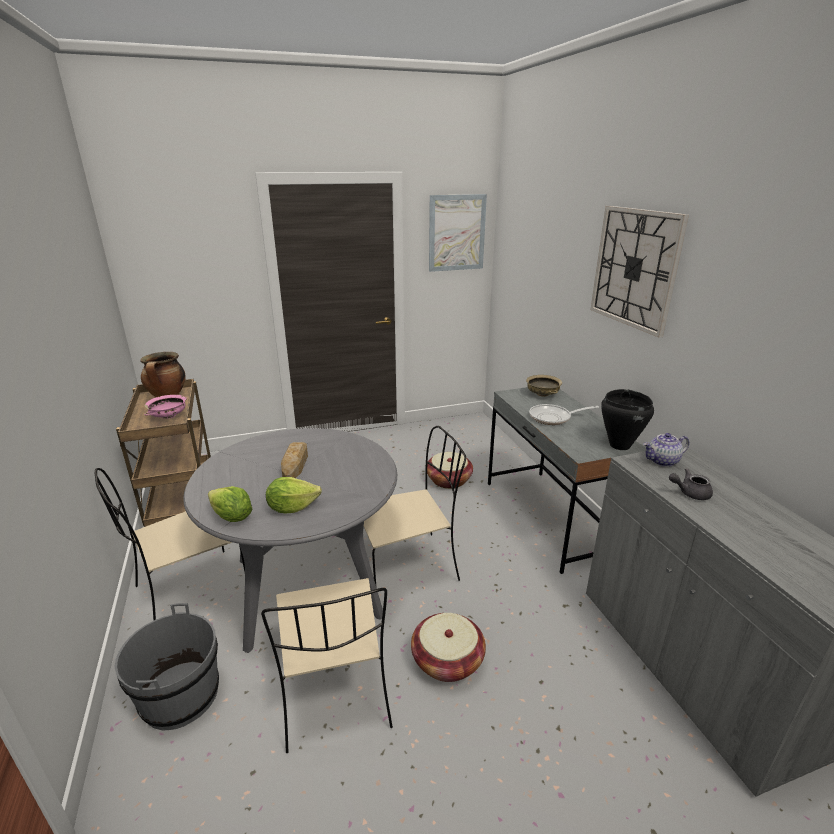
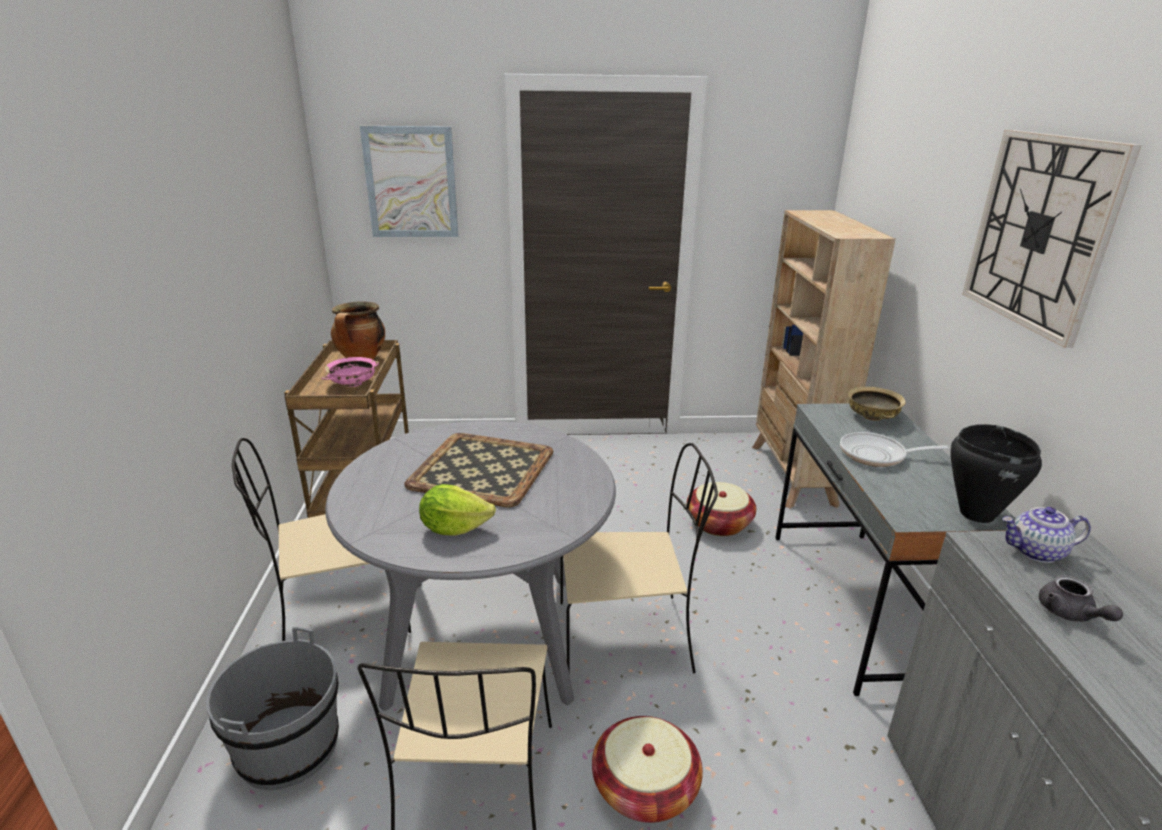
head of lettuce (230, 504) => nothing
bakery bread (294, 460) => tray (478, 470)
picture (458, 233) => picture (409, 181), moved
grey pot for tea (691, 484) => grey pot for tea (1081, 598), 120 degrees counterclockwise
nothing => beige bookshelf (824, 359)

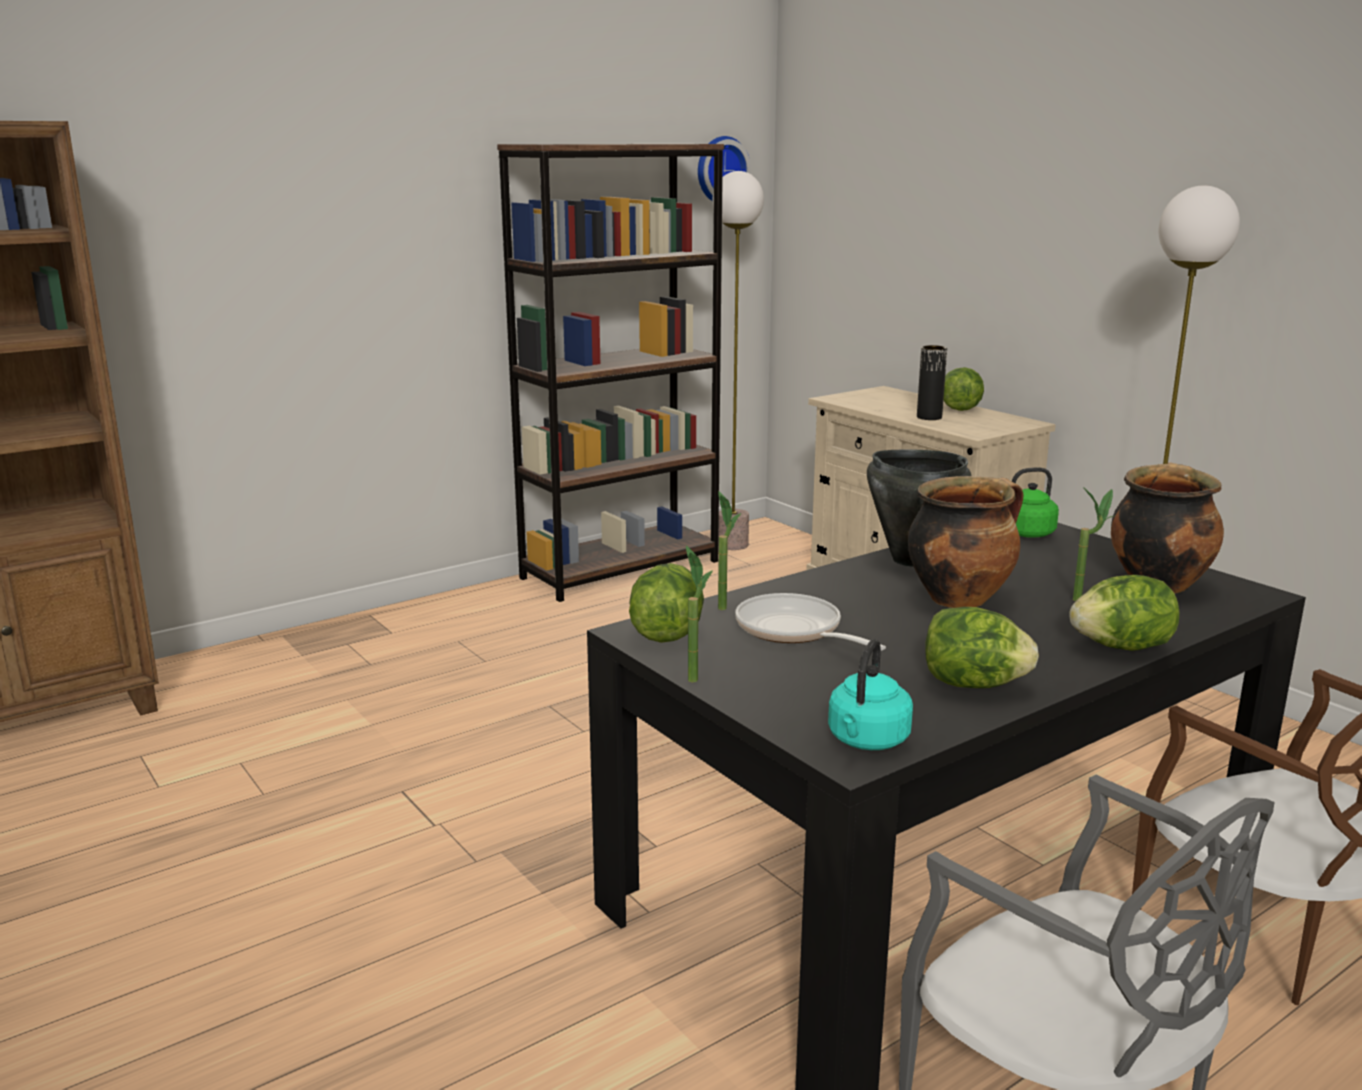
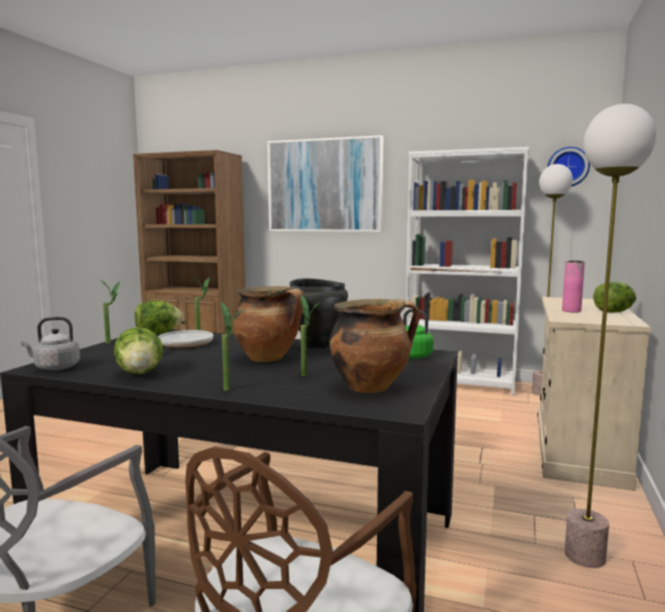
brownish bookshelf (610, 373) => whitish bookshelf (467, 271)
blue-green kettle (870, 694) => grey kettle (50, 344)
black flower vase (932, 382) => pink-coloured flower vase (573, 286)
head of lettuce (1124, 613) => plant in a pot (232, 346)
nothing => picture (325, 183)

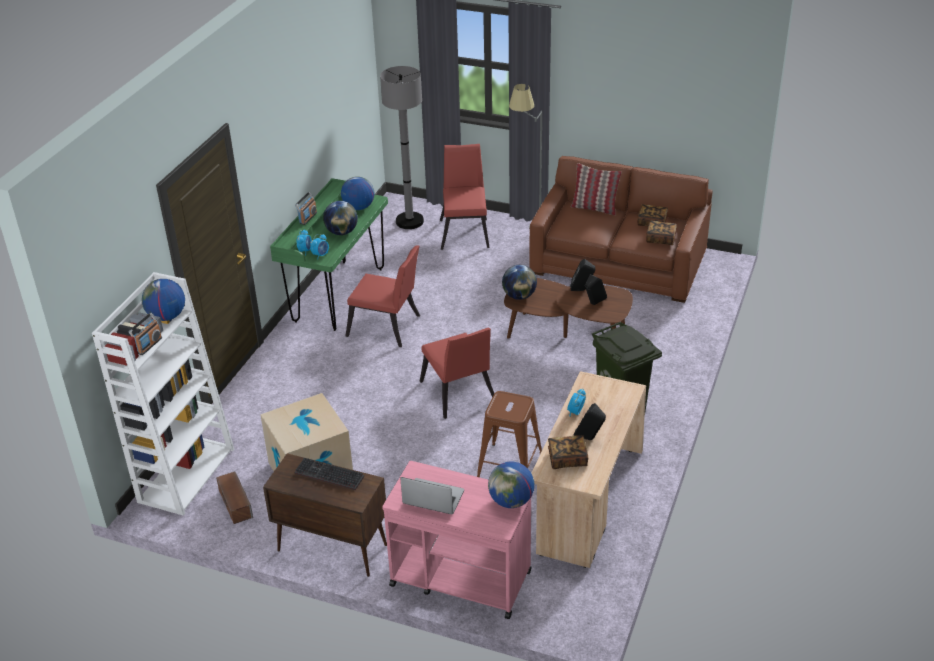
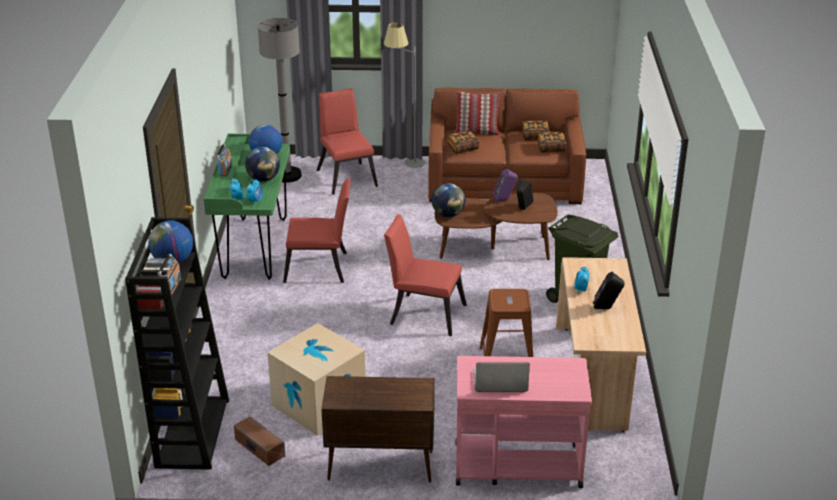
whitish bookshelf (163, 394) => black bookshelf (177, 343)
keyboard (329, 474) => nothing
red-coloured upright chair (457, 373) => red-coloured upright chair (425, 275), 150 degrees clockwise
globe (511, 485) => nothing
book (568, 452) => book (463, 142), moved
black audio speaker (582, 275) => purple-coloured audio speaker (505, 185)

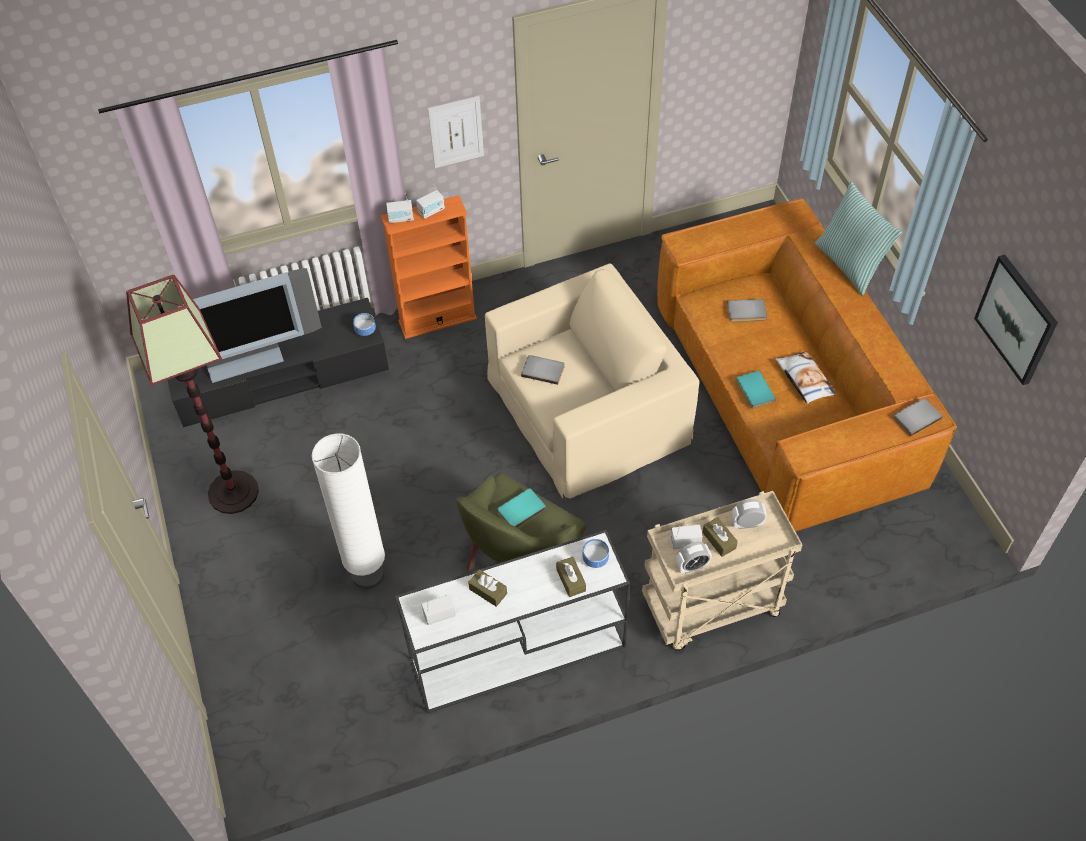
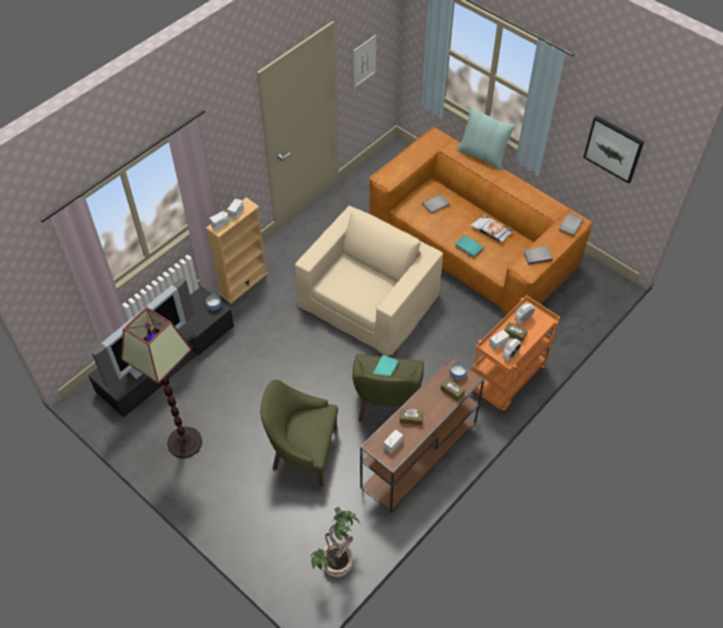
whitish standing lamp (348, 511) => green armchair (299, 433)
orange bookshelf (429, 267) => beige bookshelf (237, 250)
whitish console table (512, 622) => brownish console table (422, 434)
picture (456, 132) => picture (365, 62), moved
grey book (542, 370) => grey book (538, 255), moved
beige wheeled cart (722, 570) => orange wheeled cart (516, 353)
nothing => plant in a pot (336, 542)

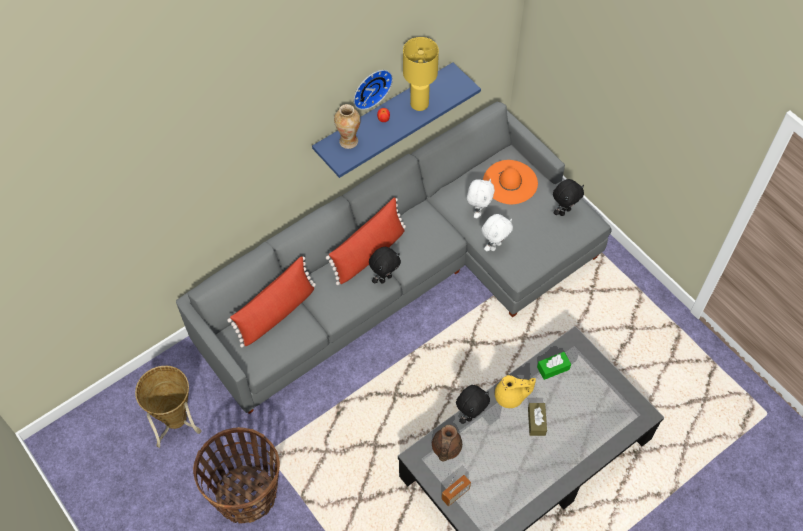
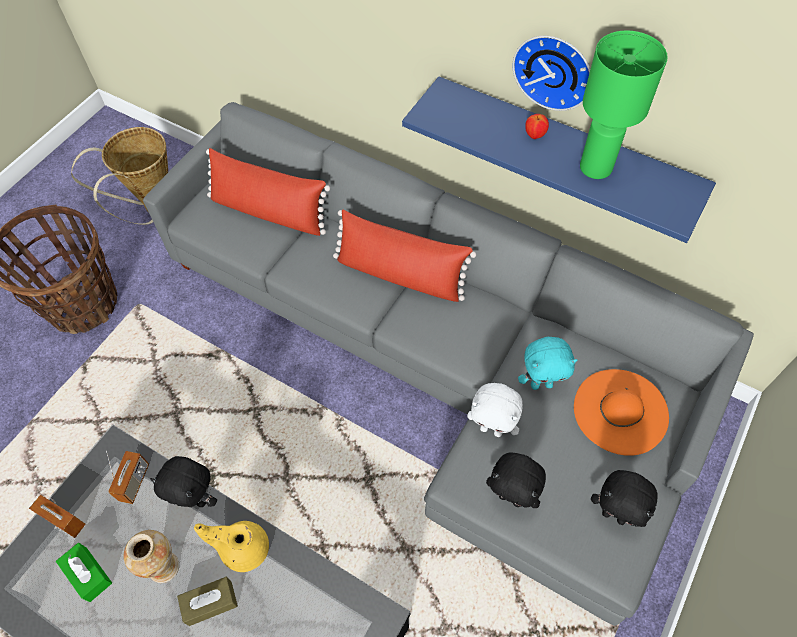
flower vase (347, 126) => flower vase (151, 556), moved
black cuddly toy (385, 265) => black cuddly toy (516, 480), moved
yellowish tabletop lamp (421, 74) => green tabletop lamp (624, 104)
brownish pot for tea (447, 443) => radio receiver (127, 477)
whitish cuddly toy (481, 198) => blue-green cuddly toy (547, 363)
yellowish pot for tea (515, 391) => yellowish pot for tea (231, 546), 120 degrees clockwise
green box of tissues (554, 366) => green box of tissues (84, 572), moved

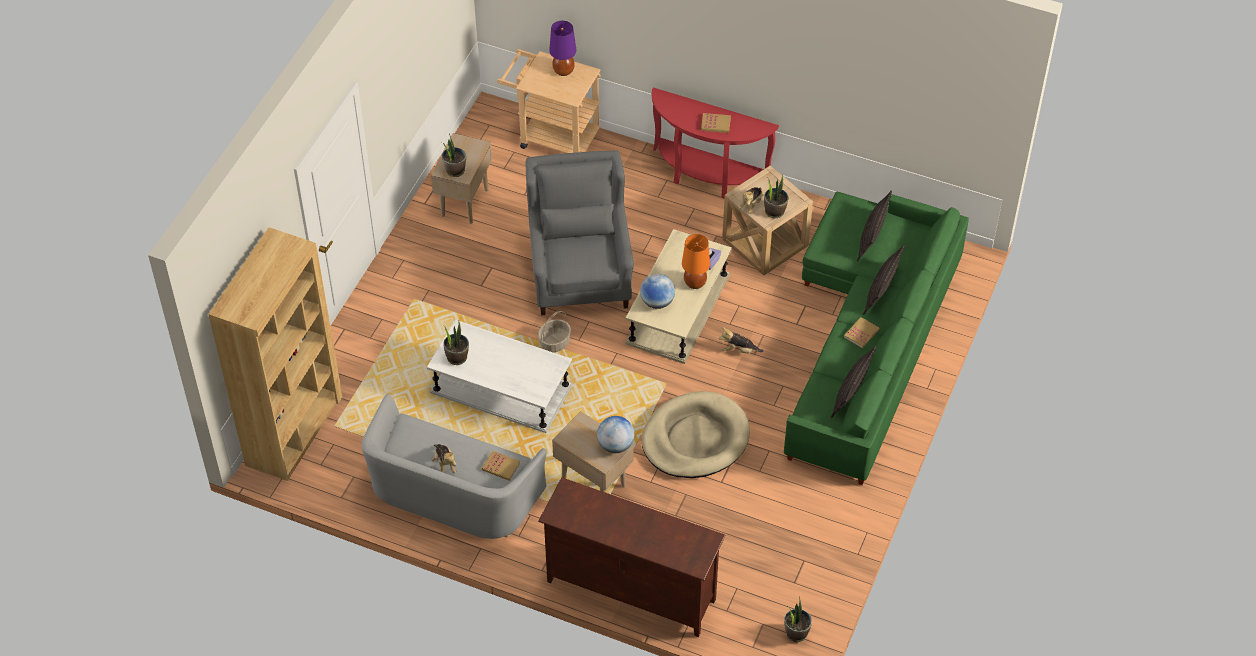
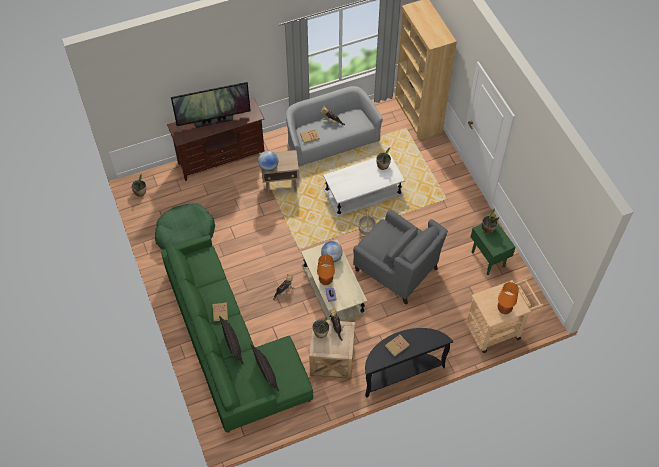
beige side table (461, 178) => green side table (493, 249)
purple-coloured tabletop lamp (562, 48) => orange tabletop lamp (508, 298)
beige pet bed (696, 434) => nothing
red-coloured console table (715, 143) => black console table (409, 363)
cushion (853, 382) => nothing
nothing => green pet bed (185, 226)
nothing => TV (211, 105)

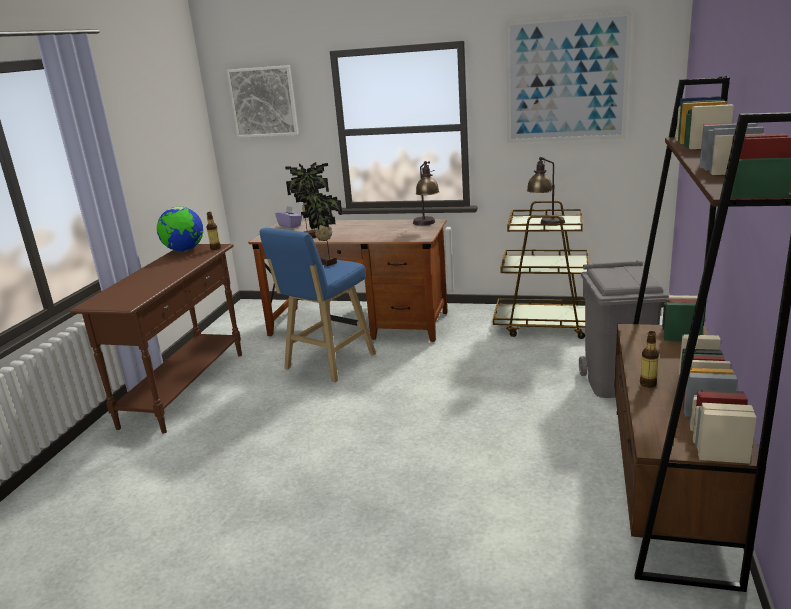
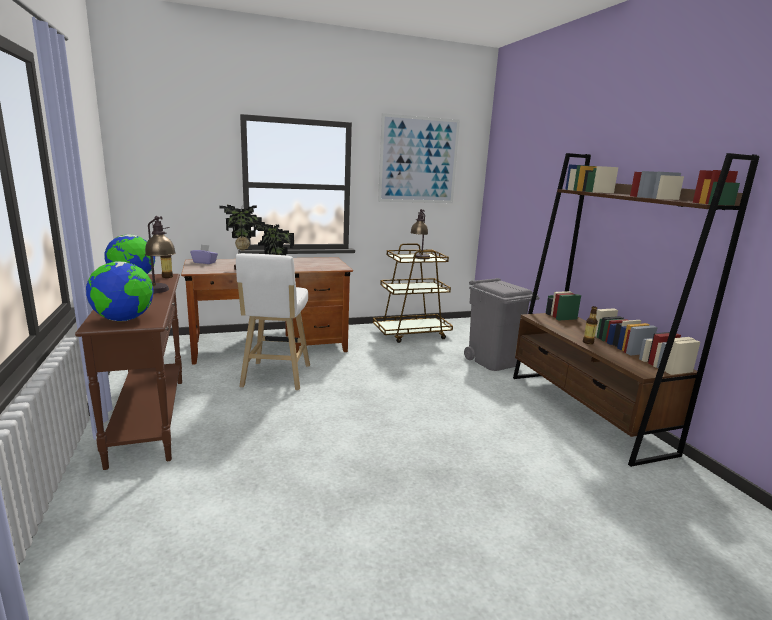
picture (262, 101) => nothing
bluish sitting stool (318, 305) => whitish sitting stool (273, 321)
tabletop lamp (426, 193) => tabletop lamp (160, 254), moved
nothing => globe (120, 291)

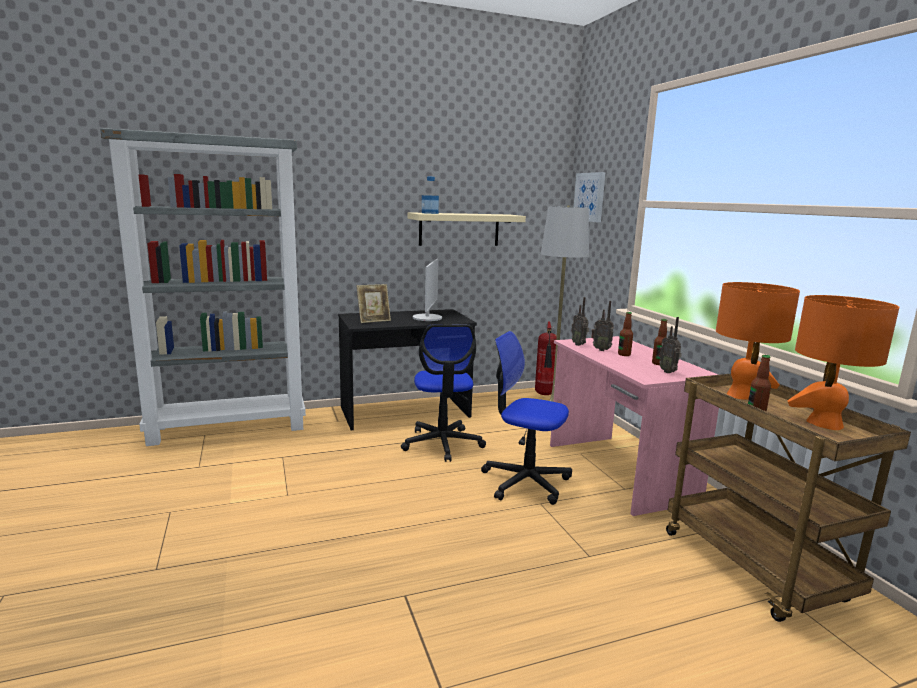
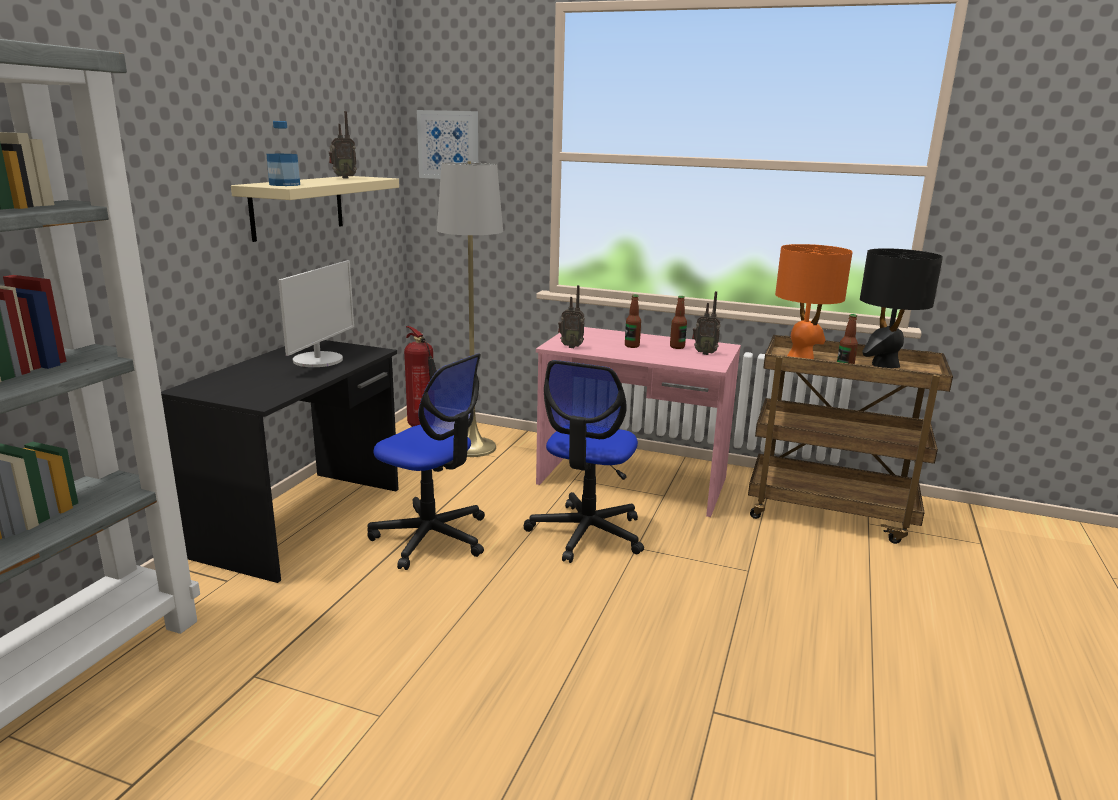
picture frame (374, 303) => nothing
monitor (427, 290) => monitor (316, 313), 60 degrees clockwise
desk chair (526, 418) => desk chair (583, 461), 45 degrees counterclockwise
radio receiver (602, 326) => radio receiver (343, 145), moved
orange tabletop lamp (843, 362) => black tabletop lamp (901, 308)

